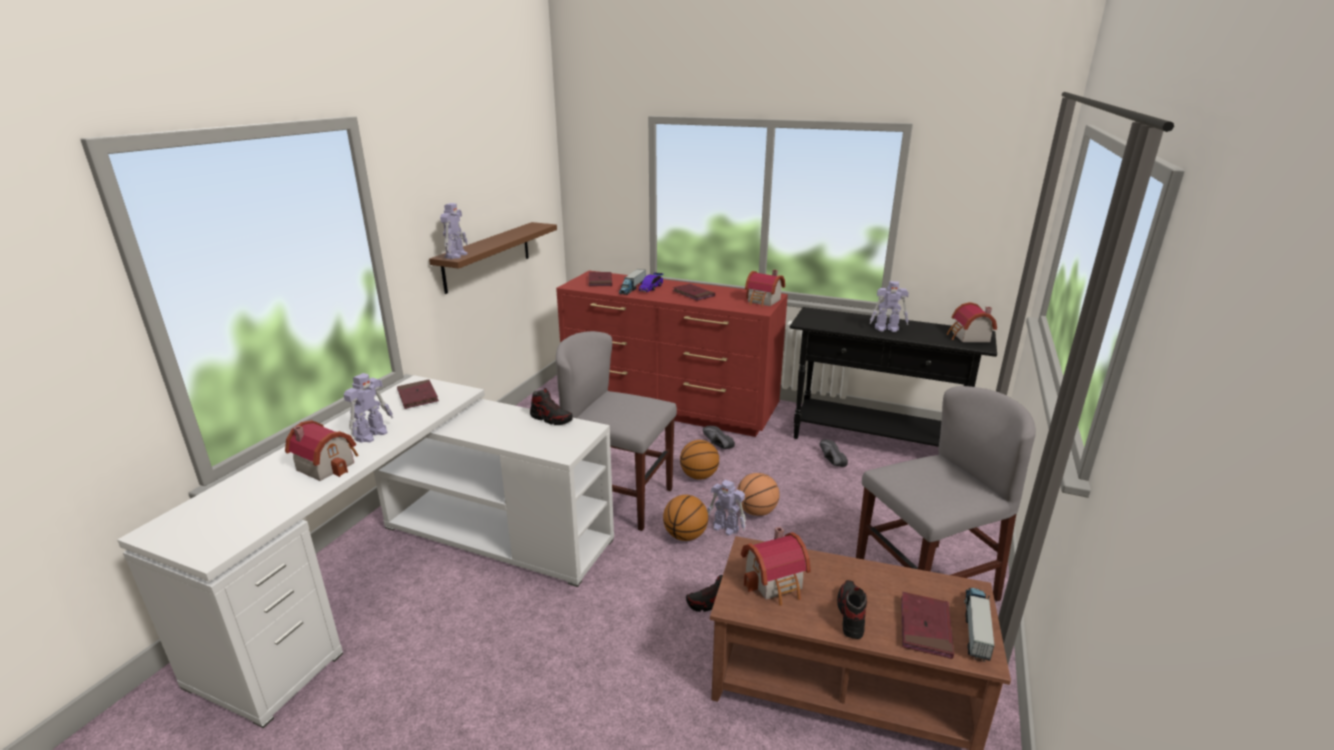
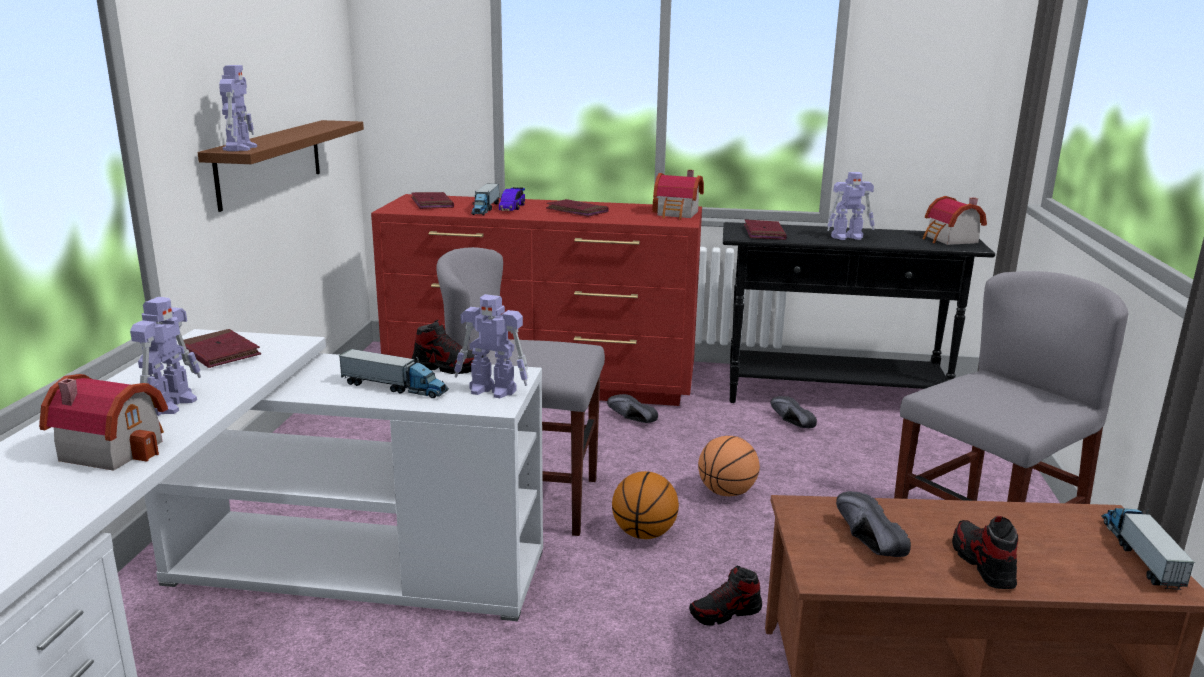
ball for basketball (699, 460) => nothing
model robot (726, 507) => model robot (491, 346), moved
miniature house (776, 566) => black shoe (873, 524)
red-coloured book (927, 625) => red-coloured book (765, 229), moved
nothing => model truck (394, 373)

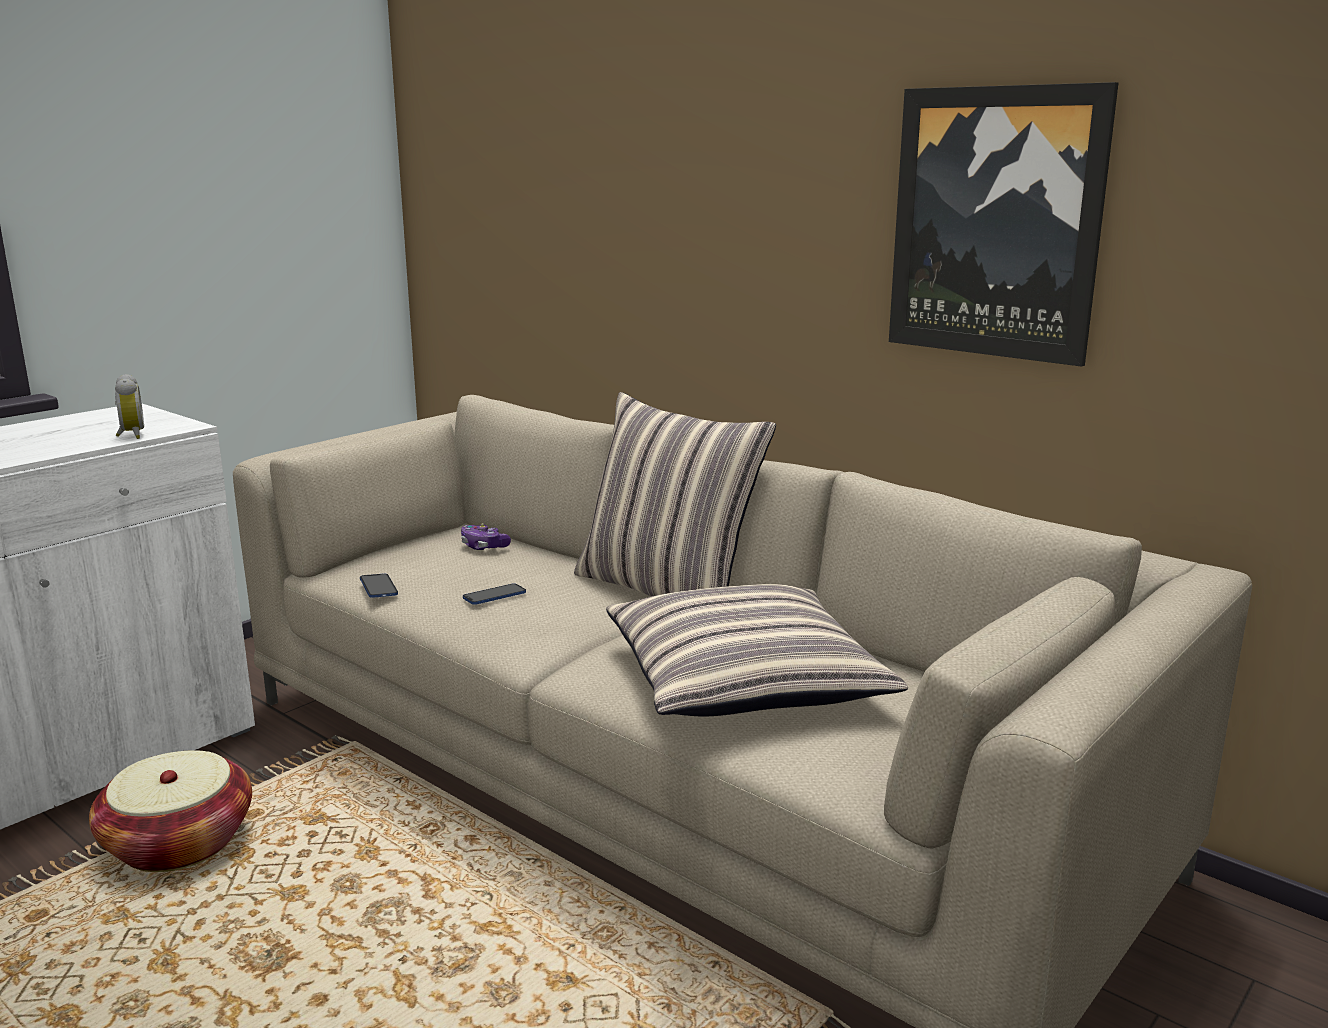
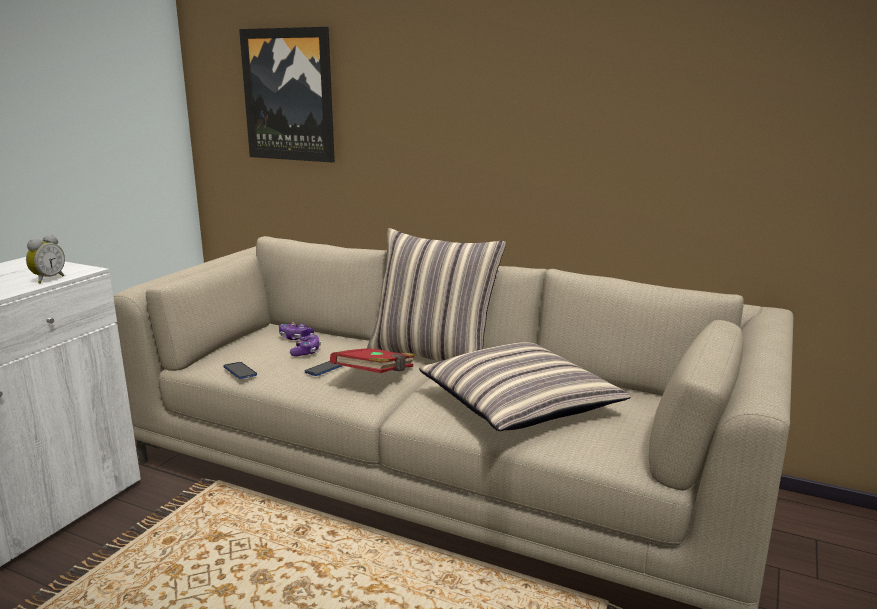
basket (170, 811) => nothing
bedside clock (129, 406) => bedside clock (45, 259), 60 degrees clockwise
picture (1003, 224) => picture (287, 95), moved
nothing => gamepad (305, 345)
nothing => red-coloured book (373, 360)

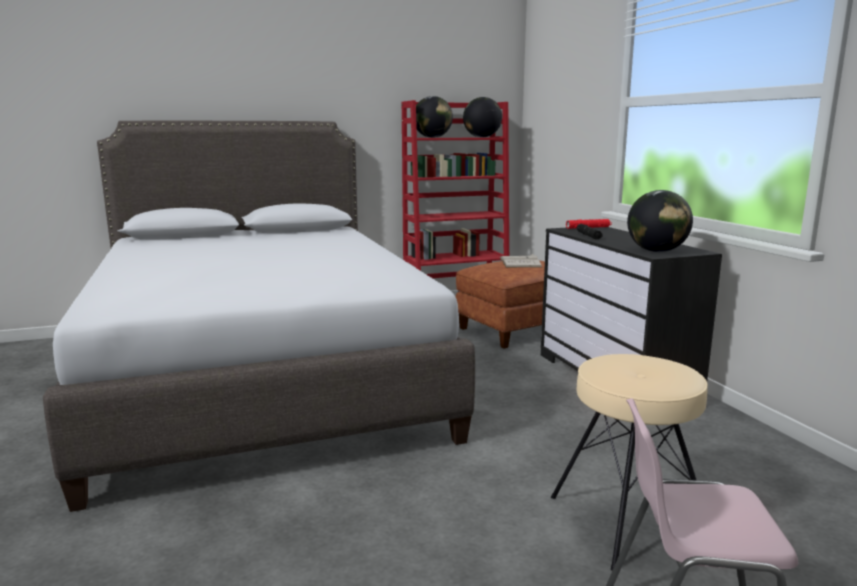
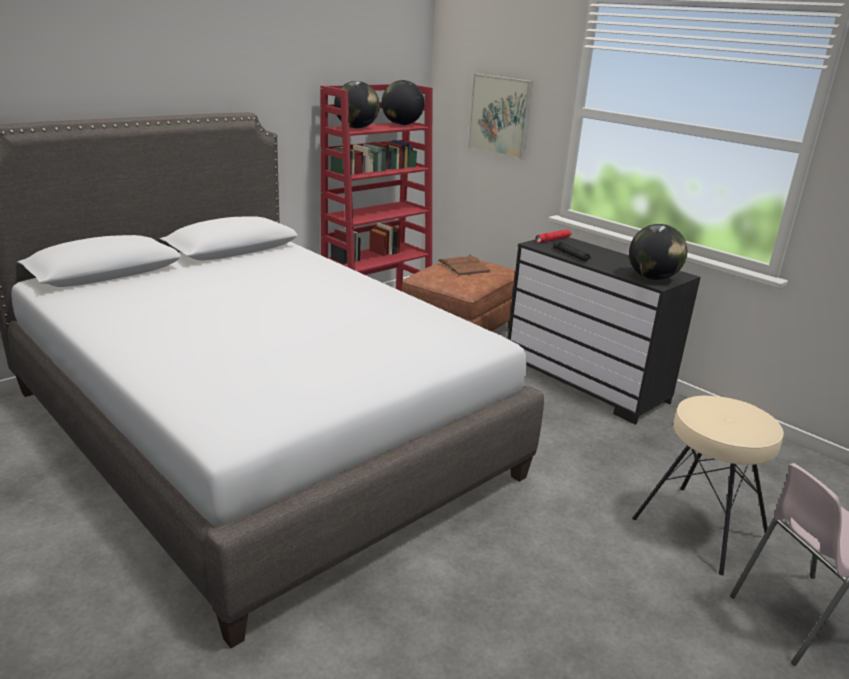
whitish book (521, 261) => brownish book (464, 265)
nothing => picture (500, 117)

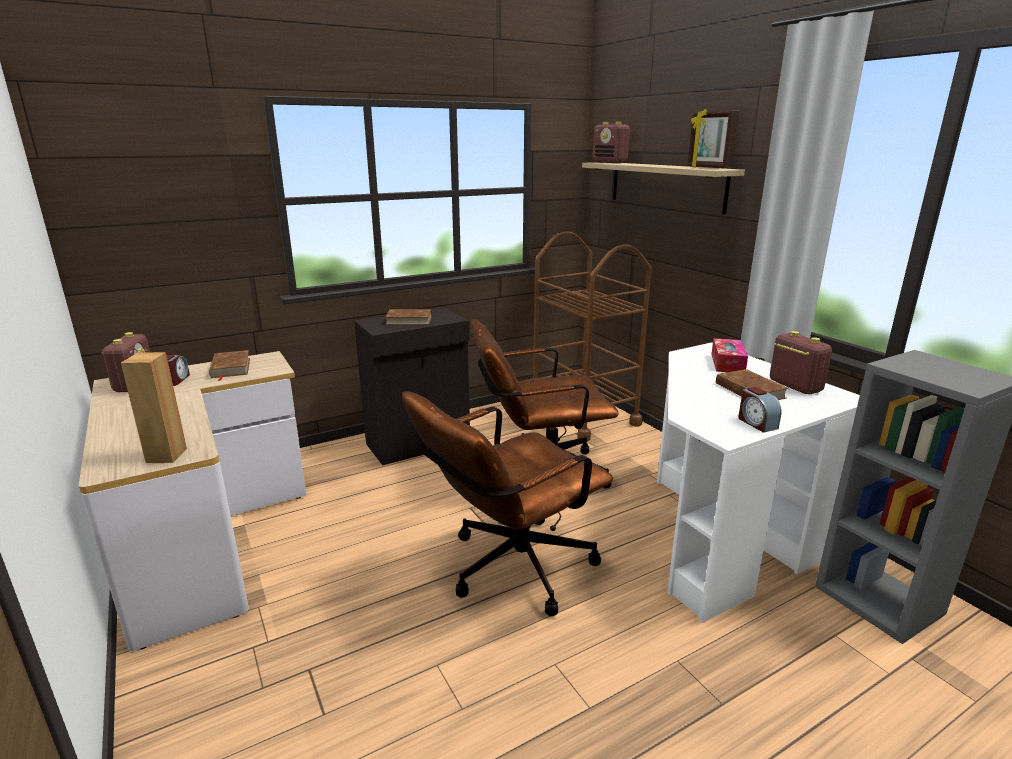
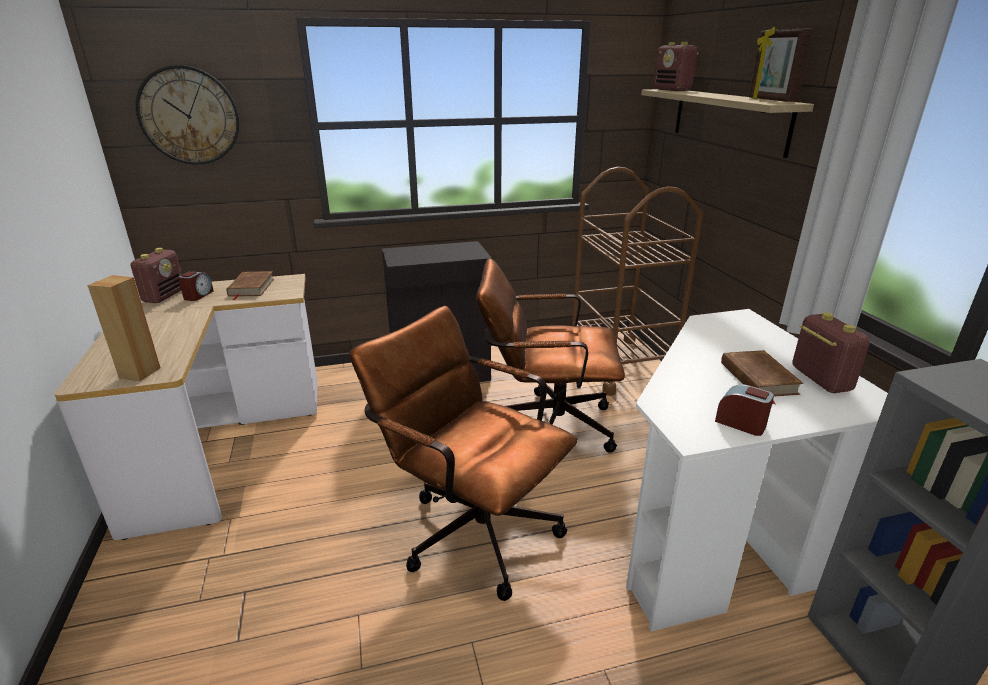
brownish book (408, 317) => nothing
brownish desk chair (507, 503) => brownish desk chair (463, 453), 60 degrees clockwise
box of tissues (729, 355) => nothing
bedside clock (760, 410) => bedside clock (744, 410), 135 degrees clockwise
nothing => clock on the wall (188, 115)

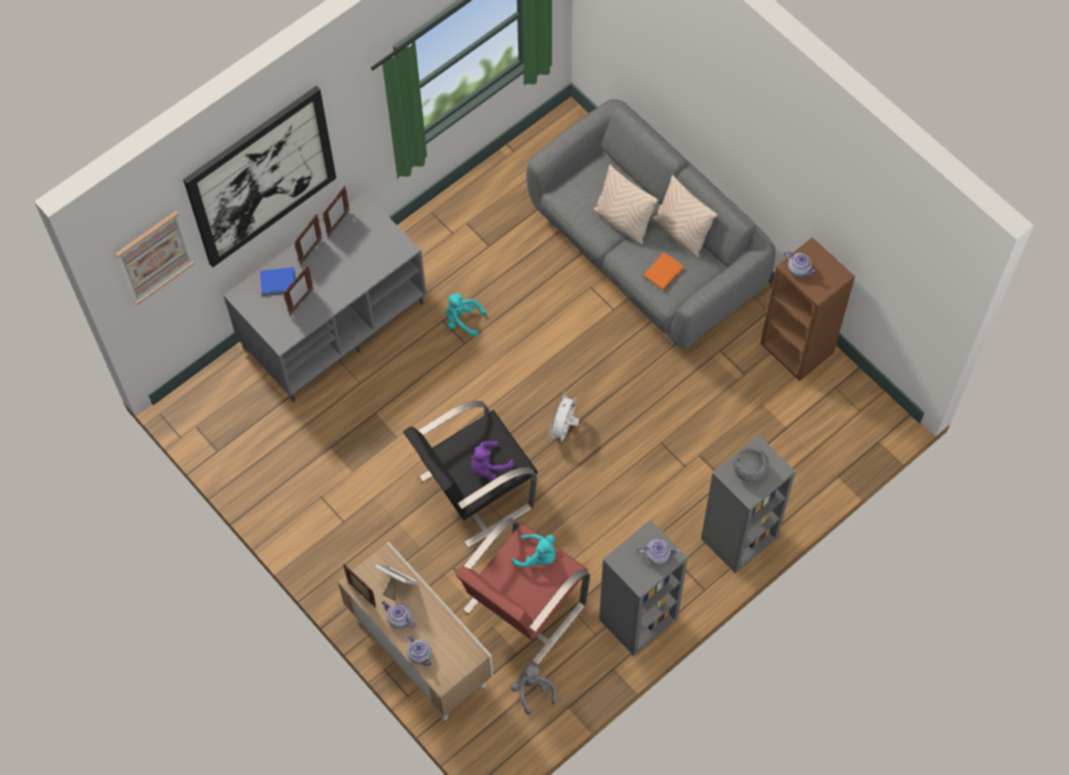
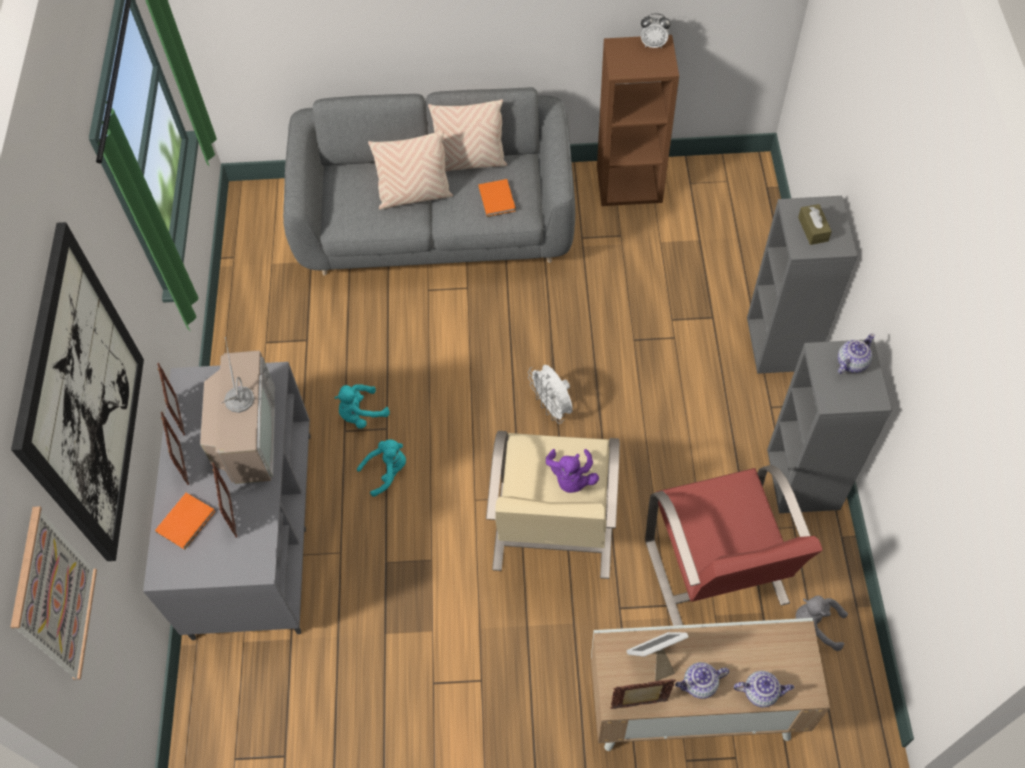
bluish book (277, 281) => orange book (185, 521)
black armchair (470, 474) => beige armchair (553, 505)
blue-green cuddly toy (533, 550) => blue-green cuddly toy (381, 468), moved
grey serving bowl (751, 465) => brownish box of tissues (815, 224)
pot for tea (800, 264) => nothing
nothing => TV (237, 410)
nothing => bedside clock (656, 30)

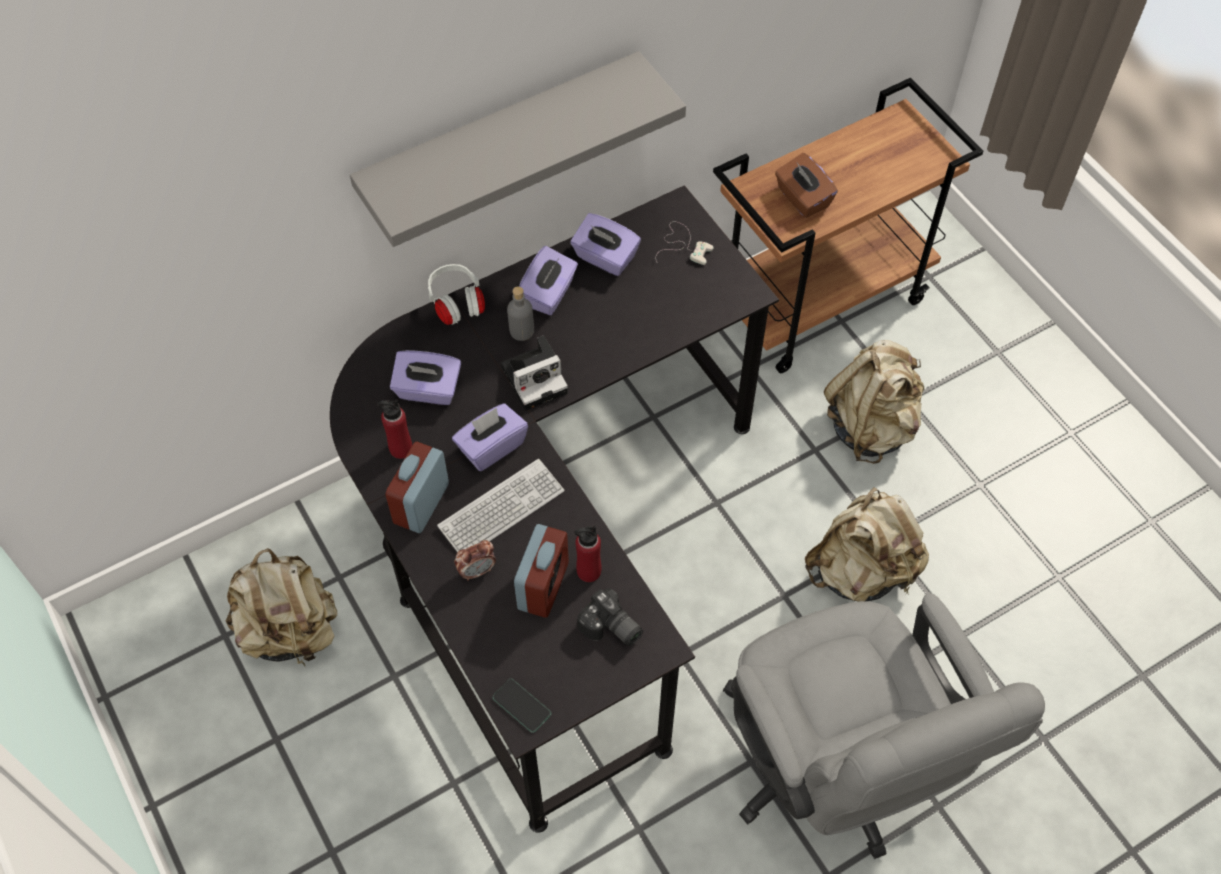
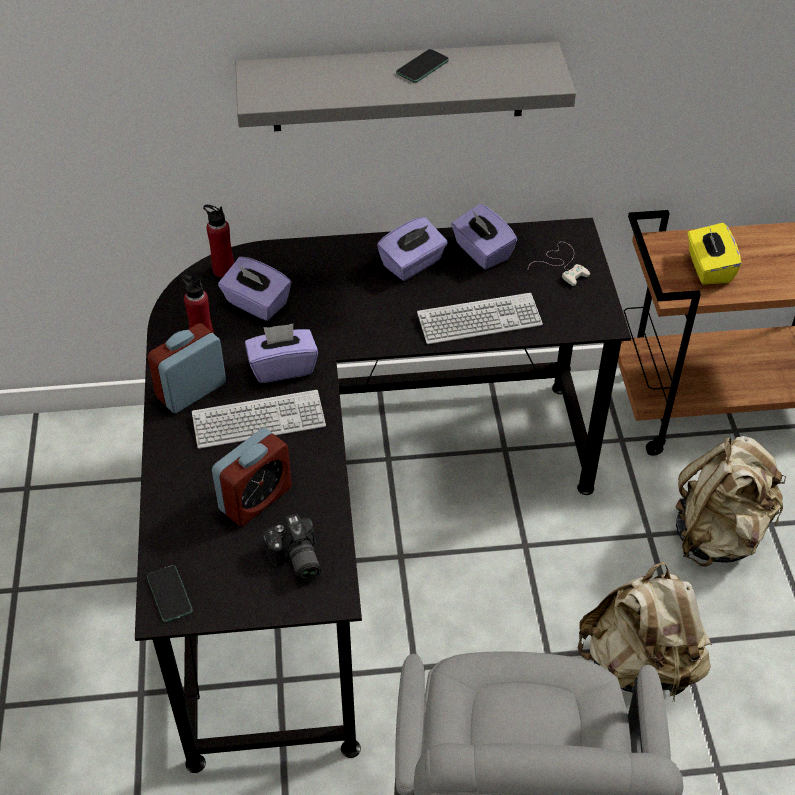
beige rucksack (281, 608) => nothing
whitish headphones (456, 294) => nothing
bedside clock (475, 560) => nothing
still camera (534, 373) => nothing
grey drink bottle (520, 313) => nothing
red-coloured drink bottle (588, 554) => red-coloured drink bottle (218, 241), moved
brownish box of tissues (806, 185) => yellowish box of tissues (714, 254)
nothing => phone (422, 66)
nothing => keyboard (480, 318)

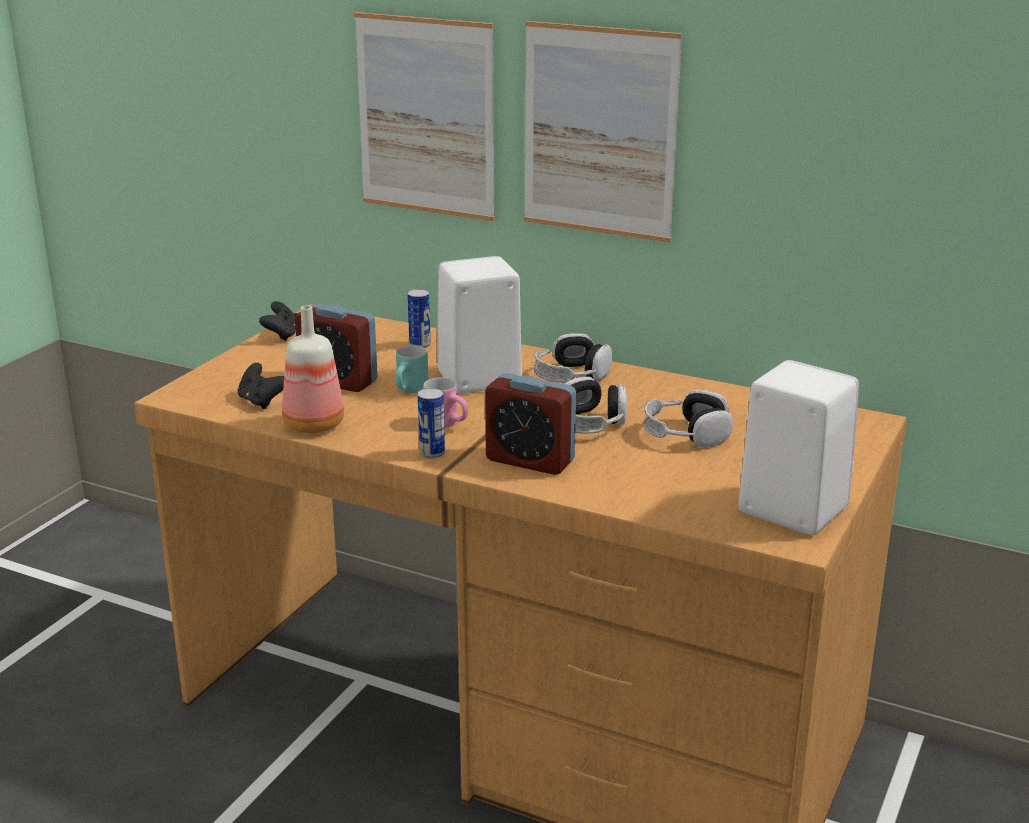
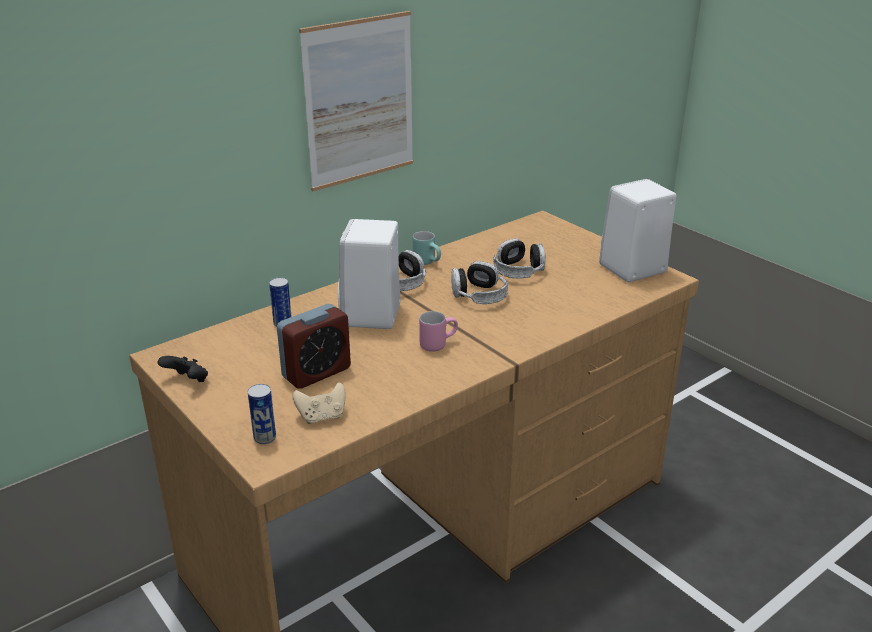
black gamepad (261, 386) => beige gamepad (319, 403)
drink bottle (313, 369) => nothing
picture (424, 116) => nothing
blue-green mug (412, 369) => blue-green mug (427, 248), moved
can (431, 423) => can (262, 414), moved
bedside clock (530, 424) => nothing

